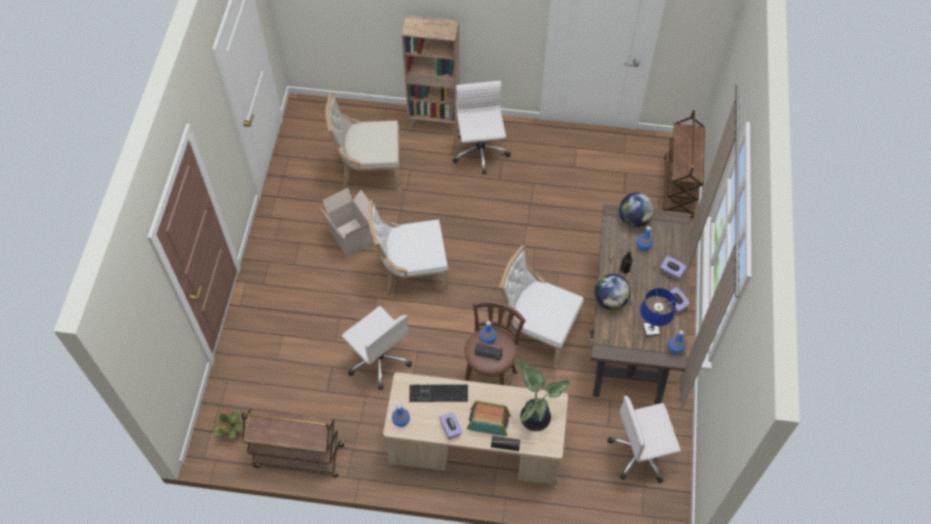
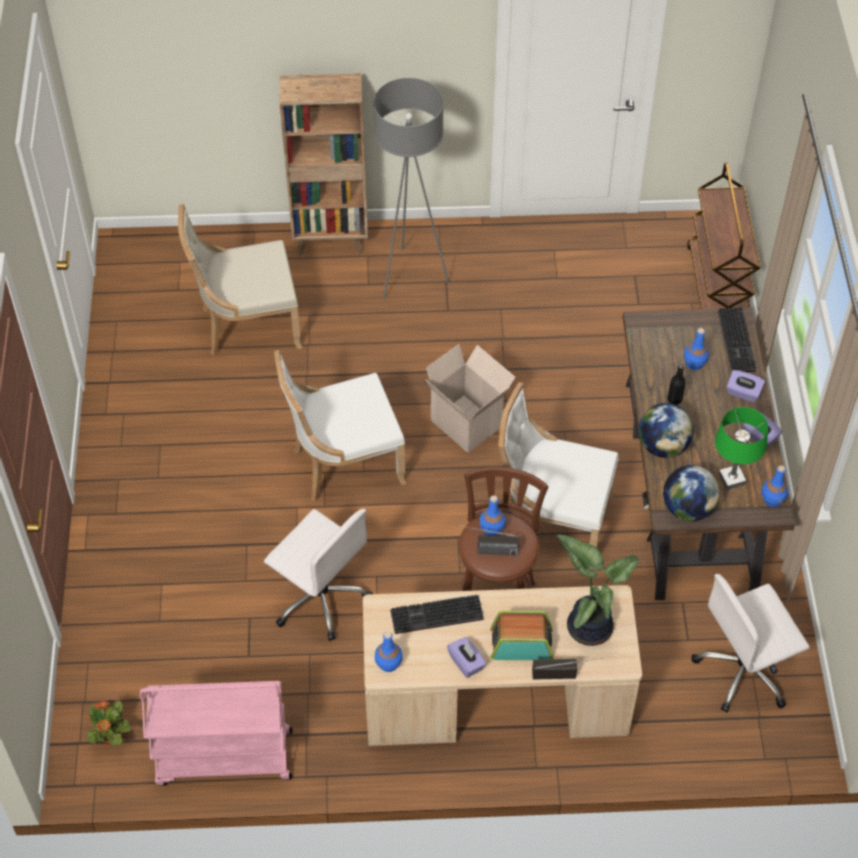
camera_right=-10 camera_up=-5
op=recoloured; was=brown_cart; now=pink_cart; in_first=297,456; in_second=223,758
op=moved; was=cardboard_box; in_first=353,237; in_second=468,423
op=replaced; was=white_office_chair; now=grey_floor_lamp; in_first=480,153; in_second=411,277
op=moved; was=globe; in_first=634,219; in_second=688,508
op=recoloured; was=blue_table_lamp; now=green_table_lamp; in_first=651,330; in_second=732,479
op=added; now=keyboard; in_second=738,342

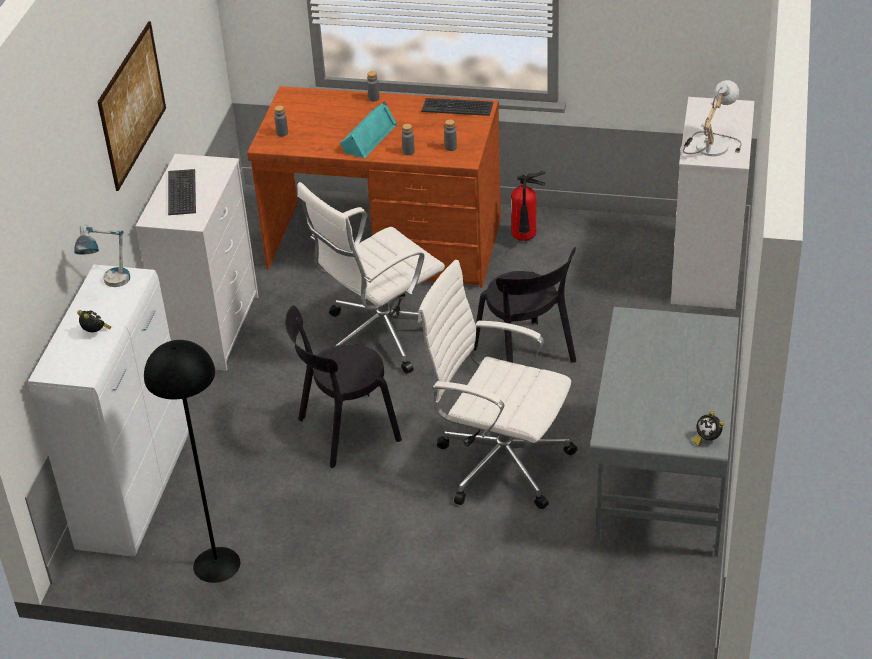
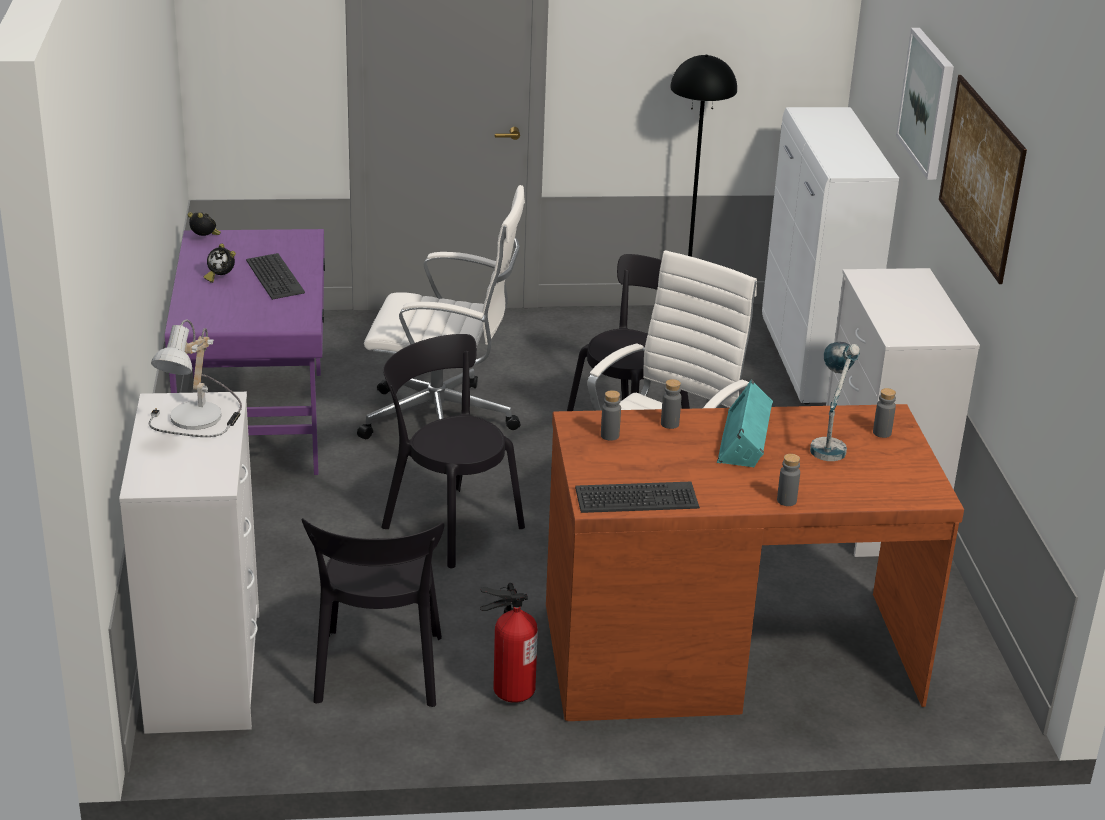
camera_right=160 camera_up=-10
op=moved; was=table_lamp; in_first=110,285; in_second=829,443
op=moved; was=alarm_clock; in_first=95,333; in_second=220,277
op=moved; was=keyboard; in_first=182,192; in_second=274,277
op=recoloured; was=grey_desk; now=purple_desk; in_first=662,484; in_second=255,421
op=added; now=black_chair; in_second=378,673
op=added; now=picture; in_second=927,102

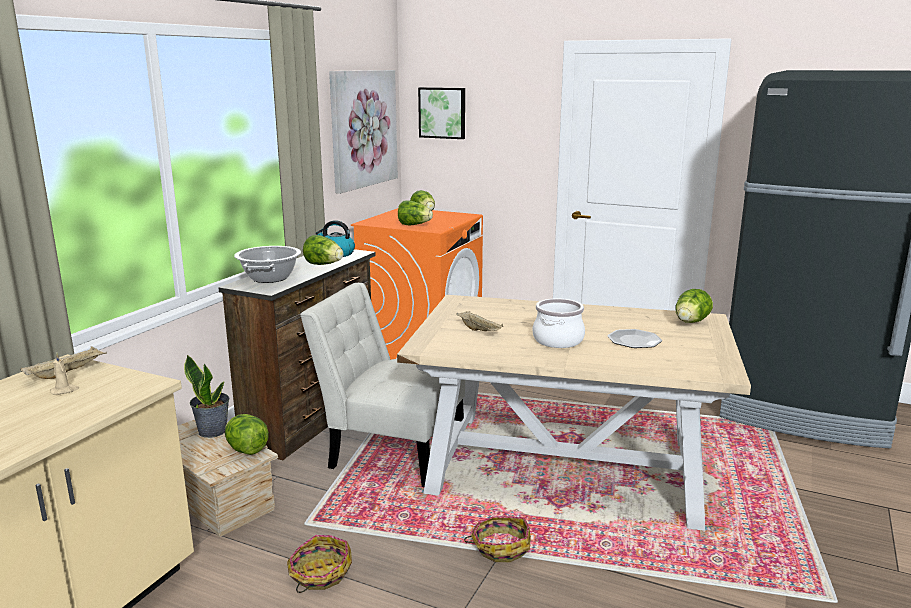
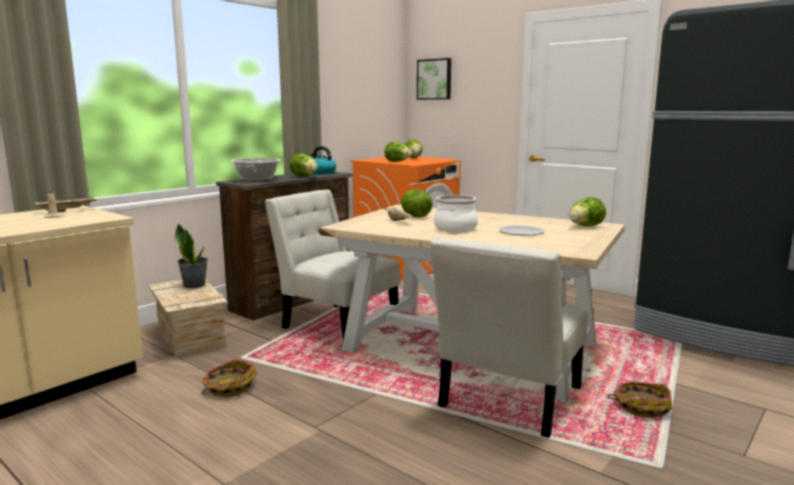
camera_right=15 camera_up=-5
op=moved; was=lettuce; in_first=247,450; in_second=415,216
op=removed; was=picture; in_first=363,129
op=moved; was=basket; in_first=500,547; in_second=641,407
op=added; now=white_chair; in_second=507,401

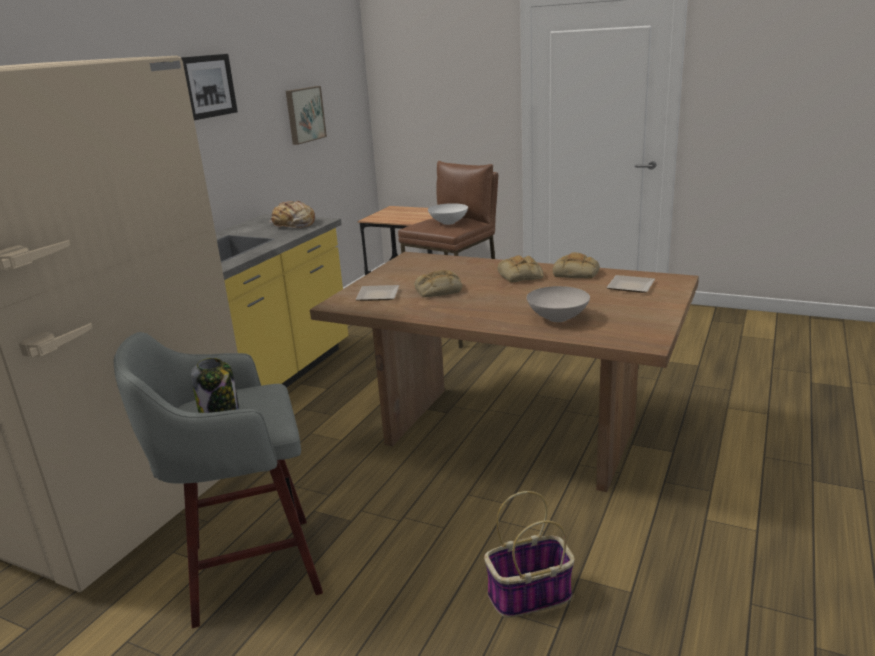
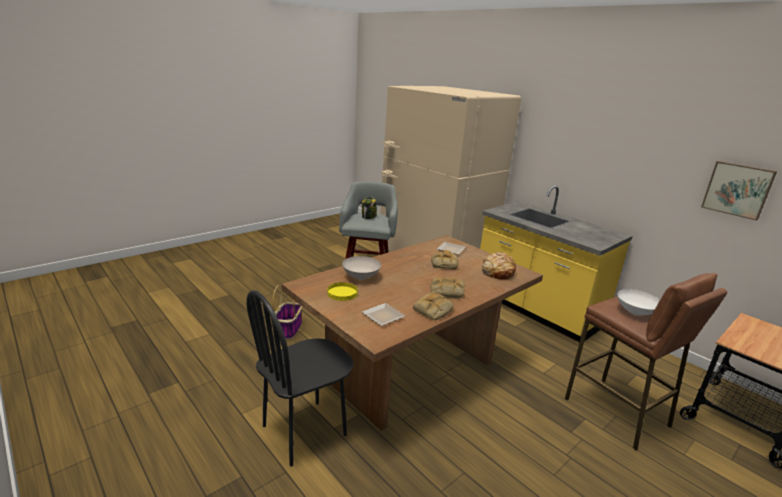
camera_right=110 camera_up=0
op=removed; was=picture; in_first=207,86
op=moved; was=bread; in_first=293,224; in_second=497,272
op=added; now=black_chair; in_second=304,431
op=added; now=yellow_plate; in_second=342,293

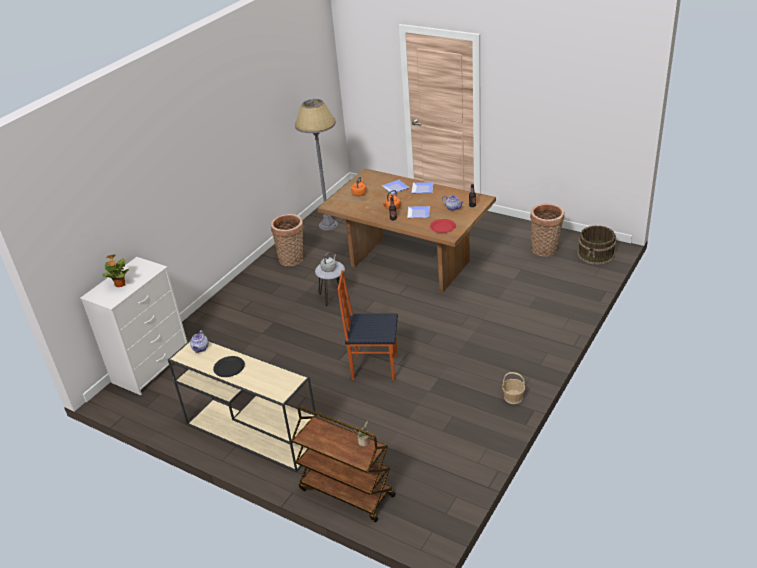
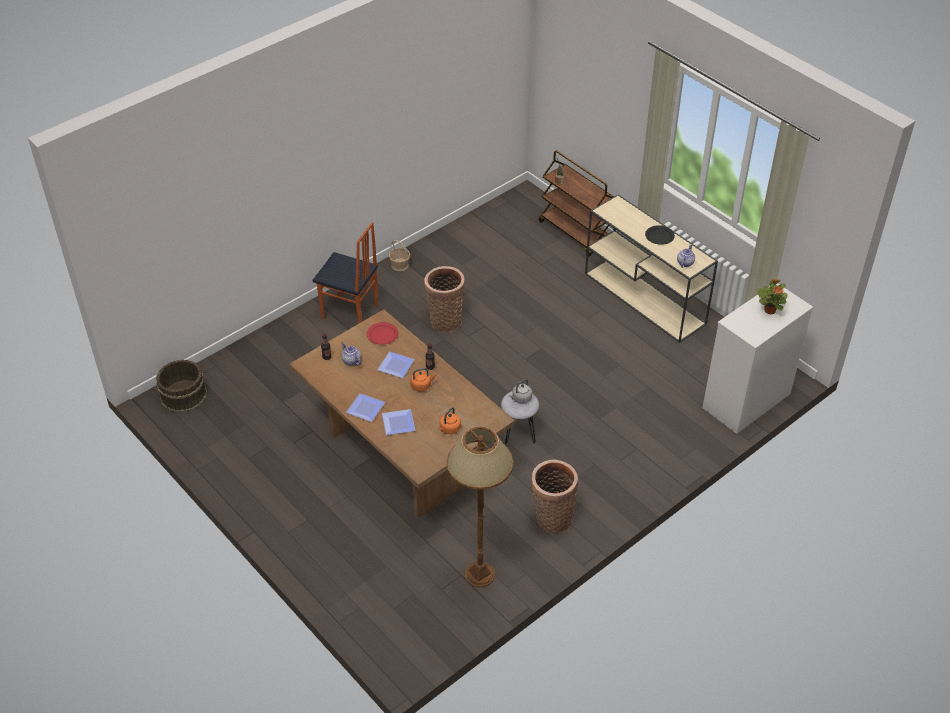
camera_right=-165 camera_up=10
op=recoloured; was=grey_floor_lamp; now=brown_floor_lamp; in_first=328,225; in_second=479,574
op=moved; was=chair; in_first=374,367; in_second=350,313
op=moved; was=basket; in_first=545,250; in_second=445,320

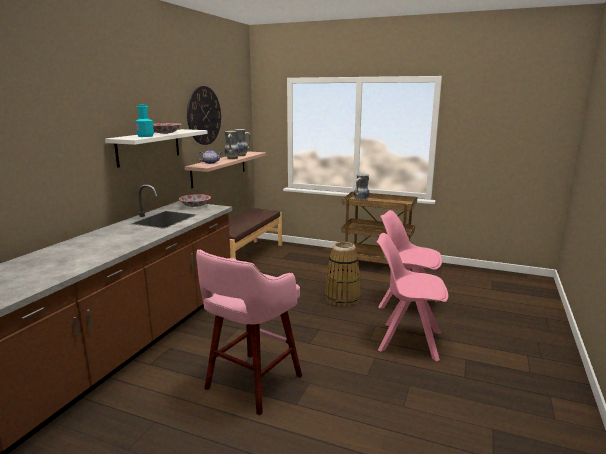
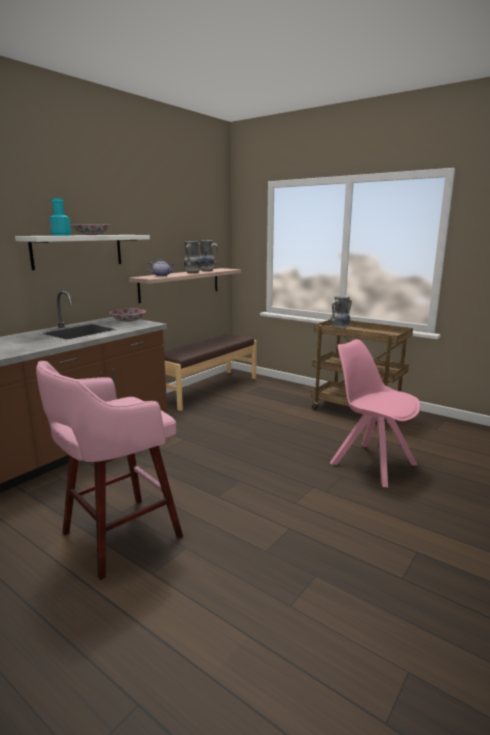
camera_right=15 camera_up=0
op=removed; was=wall_clock; in_first=204,115
op=removed; was=basket; in_first=342,298
op=removed; was=pink_chair; in_first=408,341

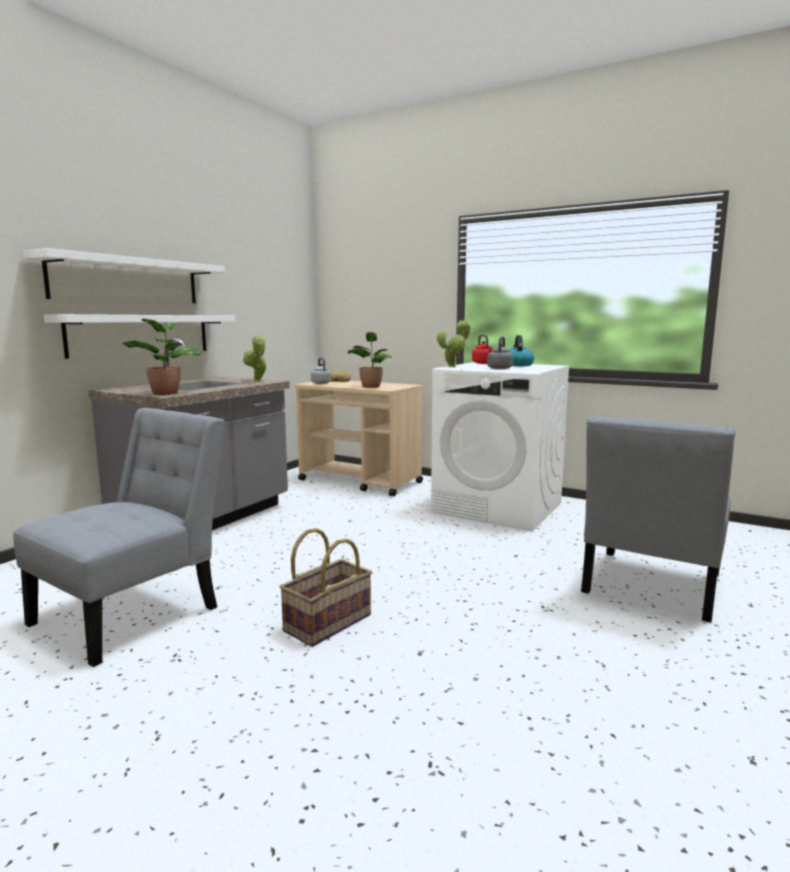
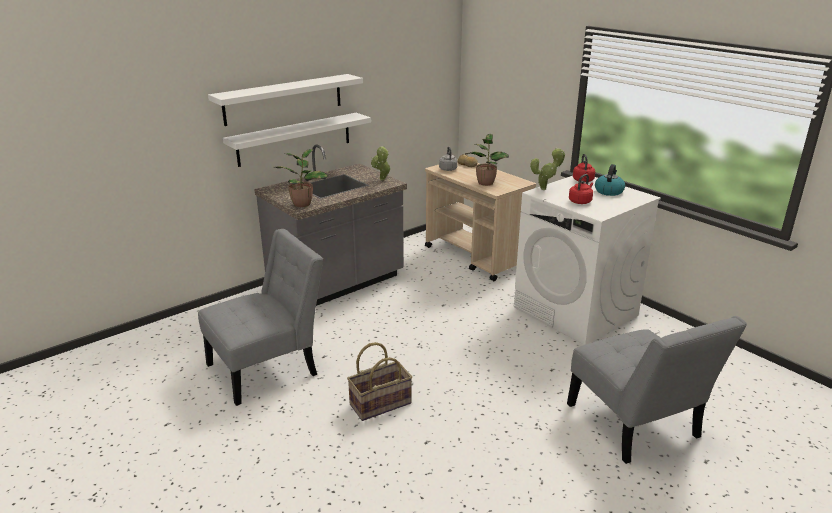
camera_right=20 camera_up=15
op=recoloured; was=grey_kettle; now=red_kettle; in_first=500,368; in_second=580,201
op=turned; was=grey_chair; in_first=649,587; in_second=636,425; clockwise=-75

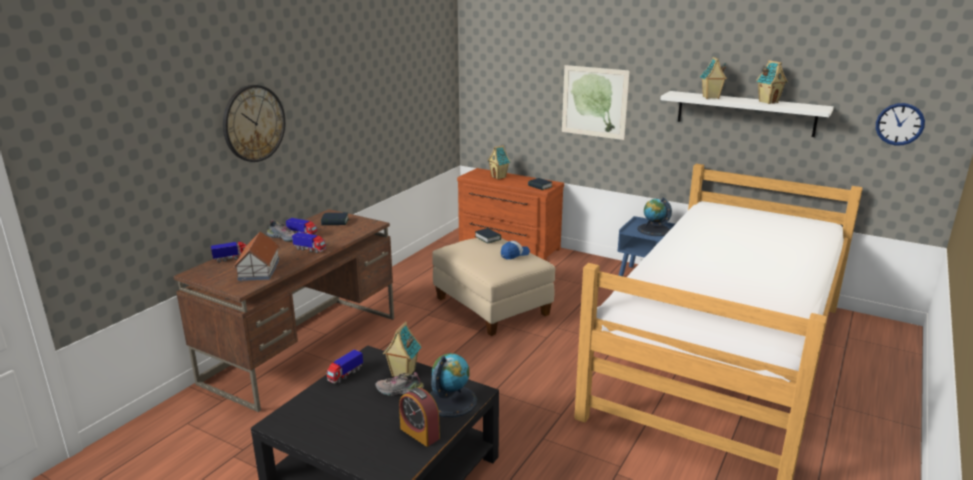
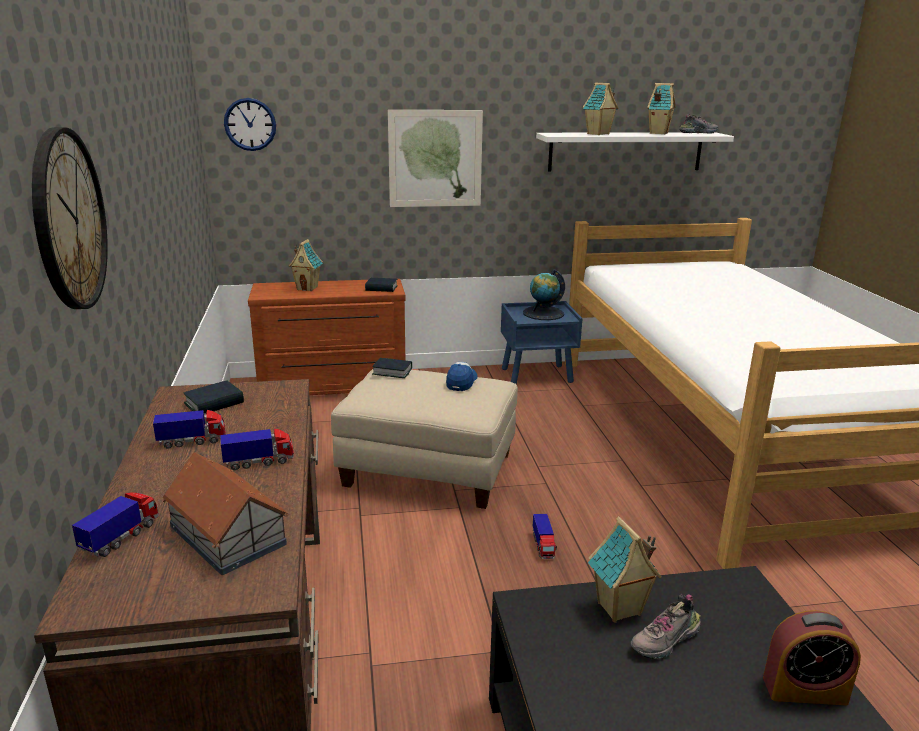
camera_right=-40 camera_up=0
op=moved; was=shoe; in_first=284,238; in_second=698,133
op=moved; was=toy_truck; in_first=345,375; in_second=543,546
op=removed; was=globe; in_first=451,401
op=moved; was=wall_clock; in_first=899,124; in_second=250,124

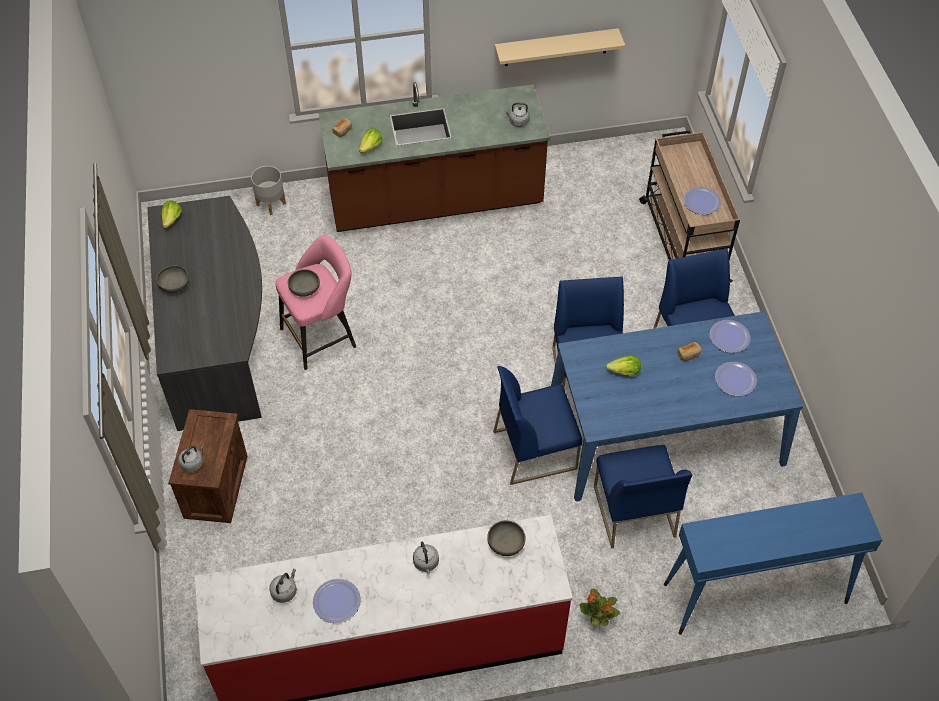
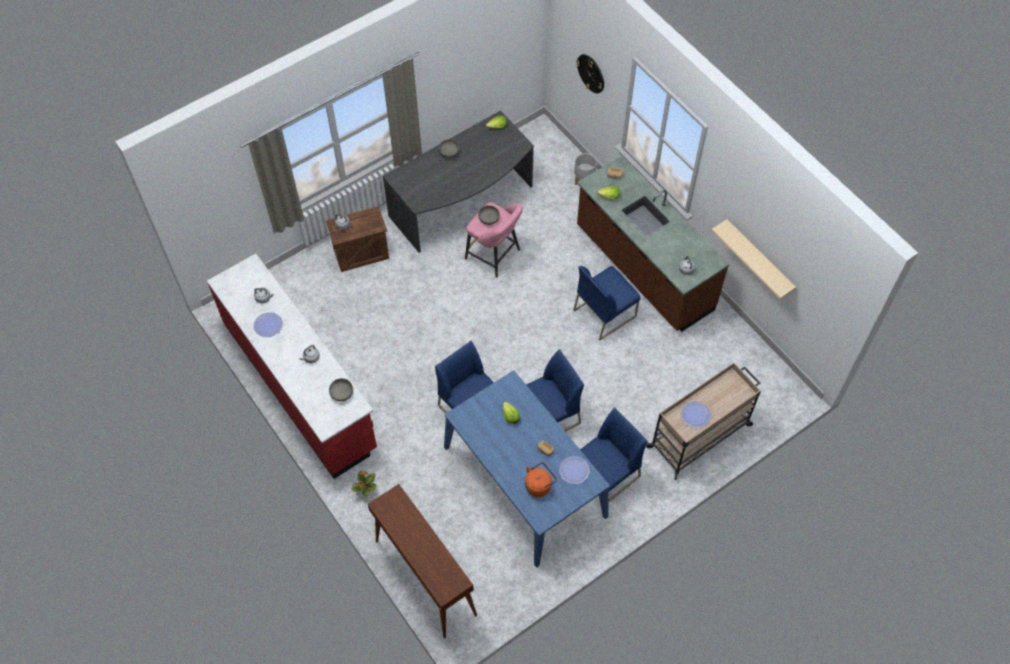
camera_right=65 camera_up=5
op=moved; was=blue_chair; in_first=633,510; in_second=604,313
op=recoloured; was=blue_console_table; now=brown_console_table; in_first=754,593; in_second=425,577
op=replaced; was=plate; now=orange_kettle; in_first=735,379; in_second=539,485
op=added; now=wall_clock; in_second=591,73

